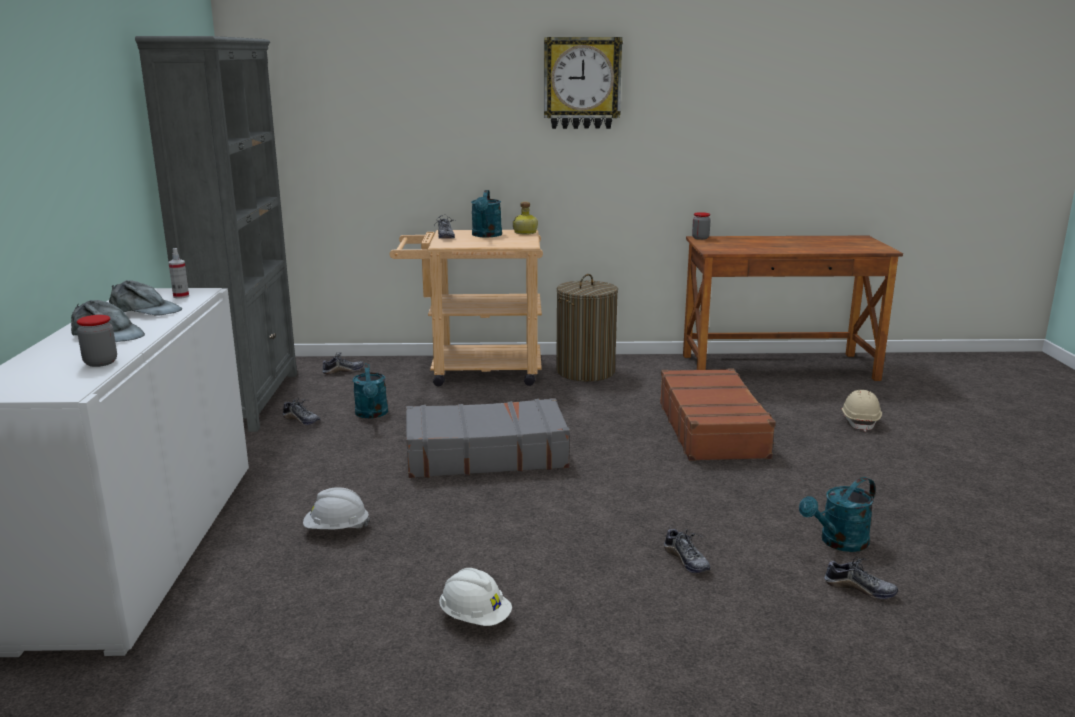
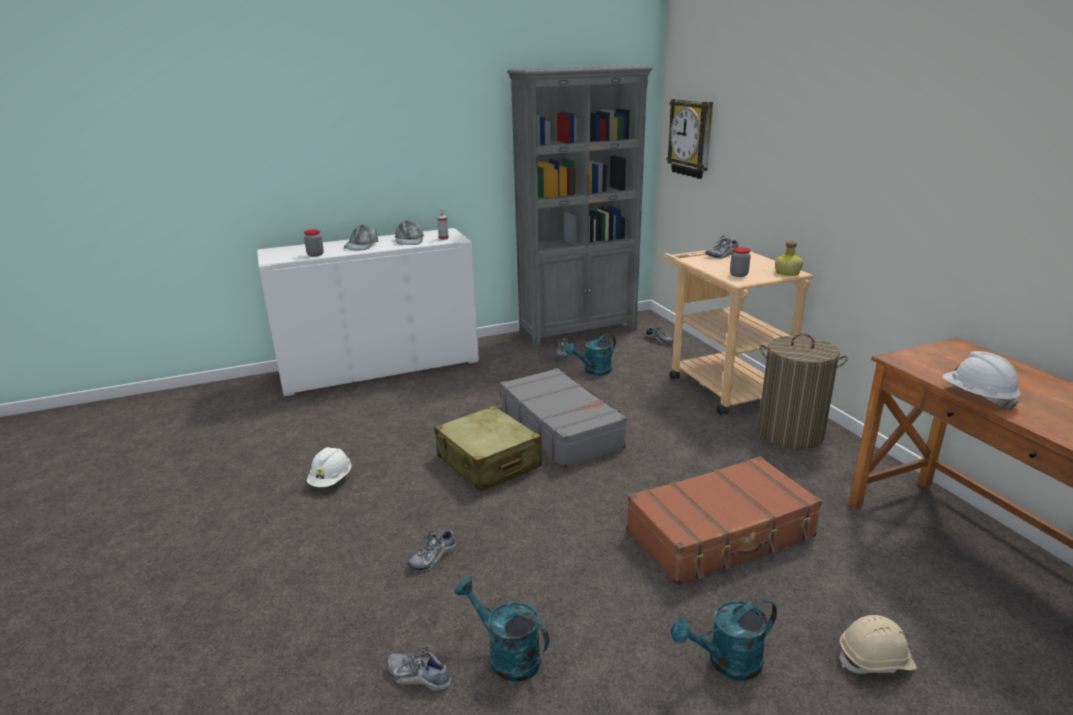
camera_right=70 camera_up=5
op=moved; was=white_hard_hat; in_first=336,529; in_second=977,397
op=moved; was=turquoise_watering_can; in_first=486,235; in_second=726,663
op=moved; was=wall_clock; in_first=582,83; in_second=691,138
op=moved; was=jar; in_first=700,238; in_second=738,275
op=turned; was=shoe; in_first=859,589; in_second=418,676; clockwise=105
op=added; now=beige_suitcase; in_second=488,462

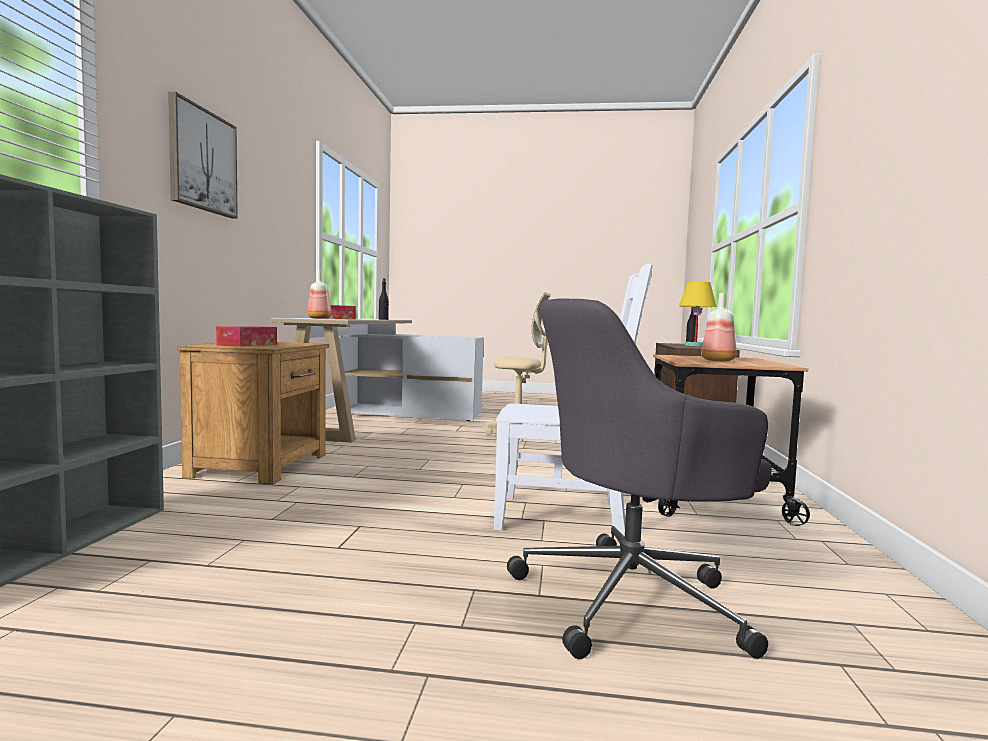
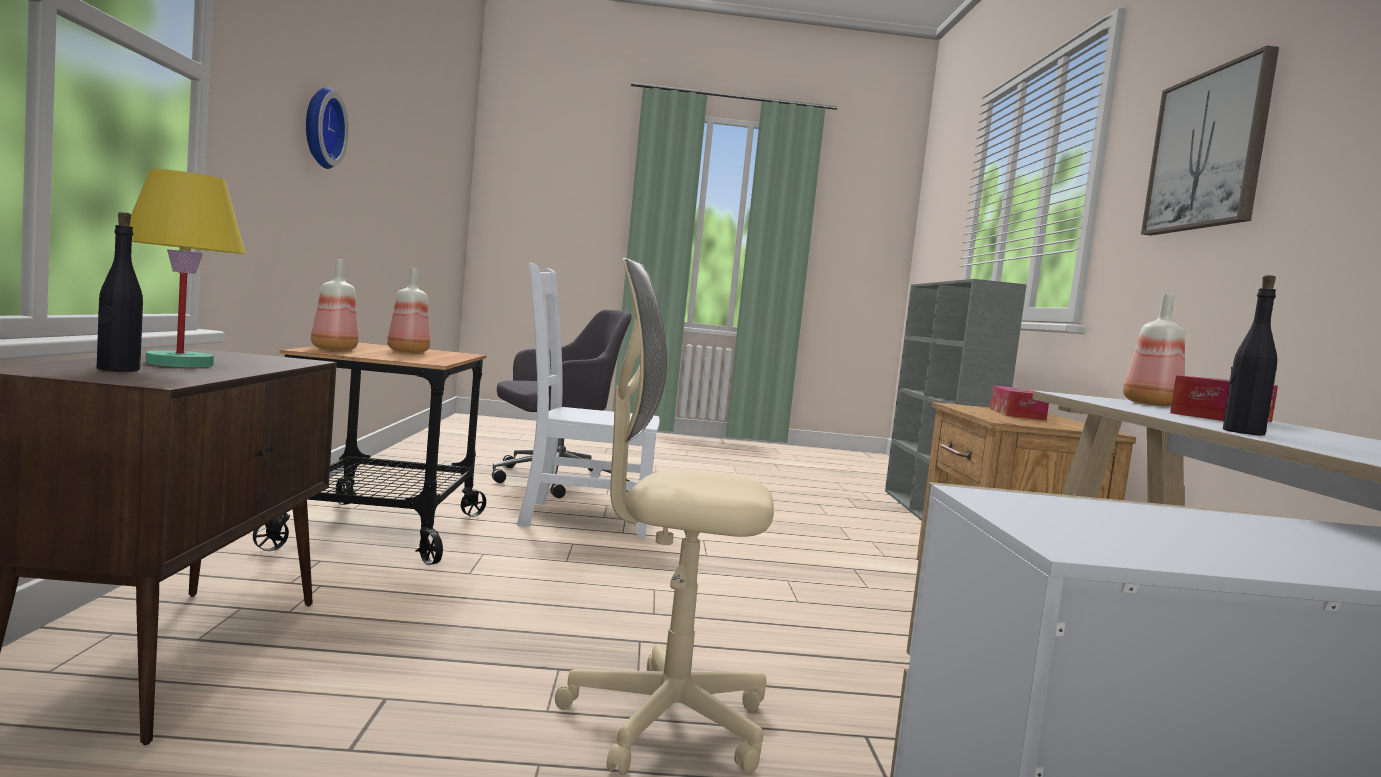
camera_right=170 camera_up=0
op=added; now=wall_clock; in_second=319,127
op=added; now=bottle; in_second=334,349

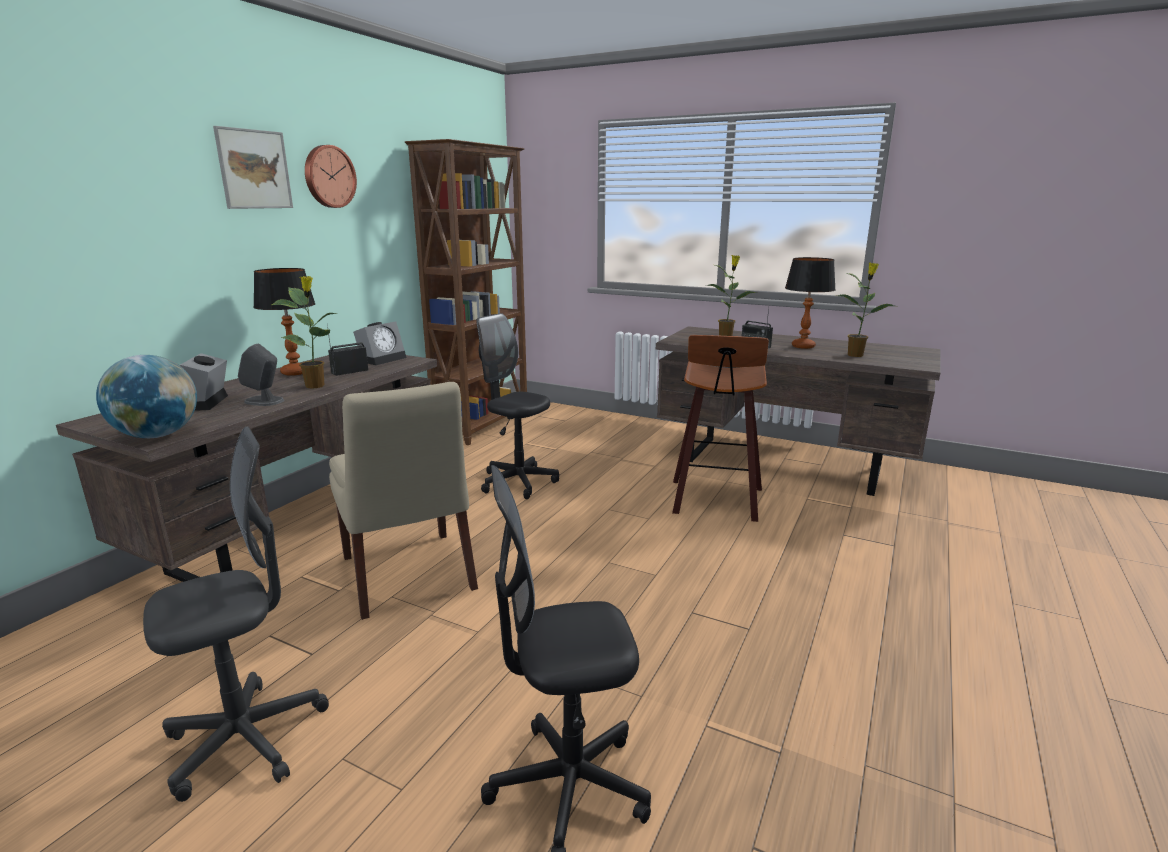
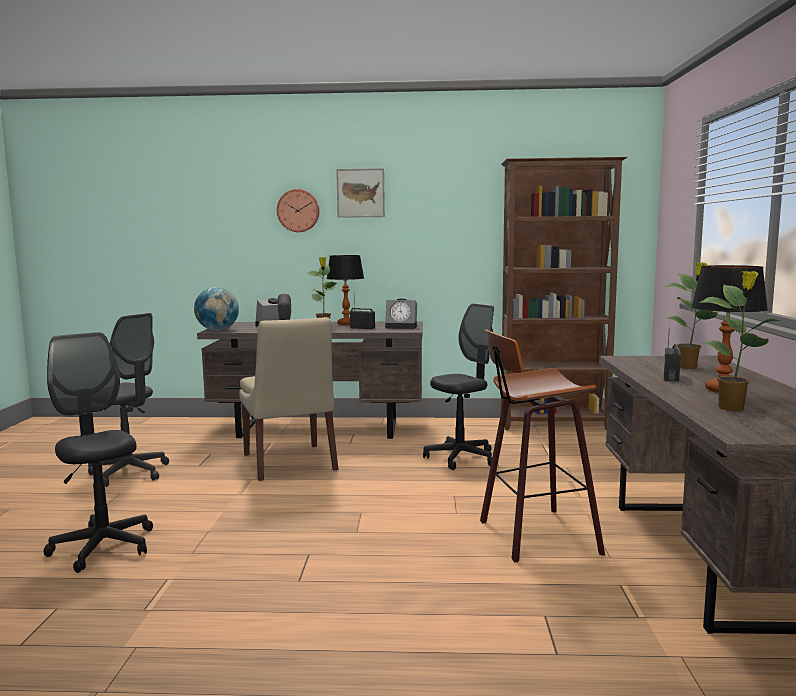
camera_right=65 camera_up=-10
op=moved; was=wall_clock; in_first=328,176; in_second=298,210
op=turned; was=beige_chair; in_first=409,576; in_second=290,463; clockwise=-60
op=turned; was=black_office_chair; in_first=518,482; in_second=461,458; clockwise=45

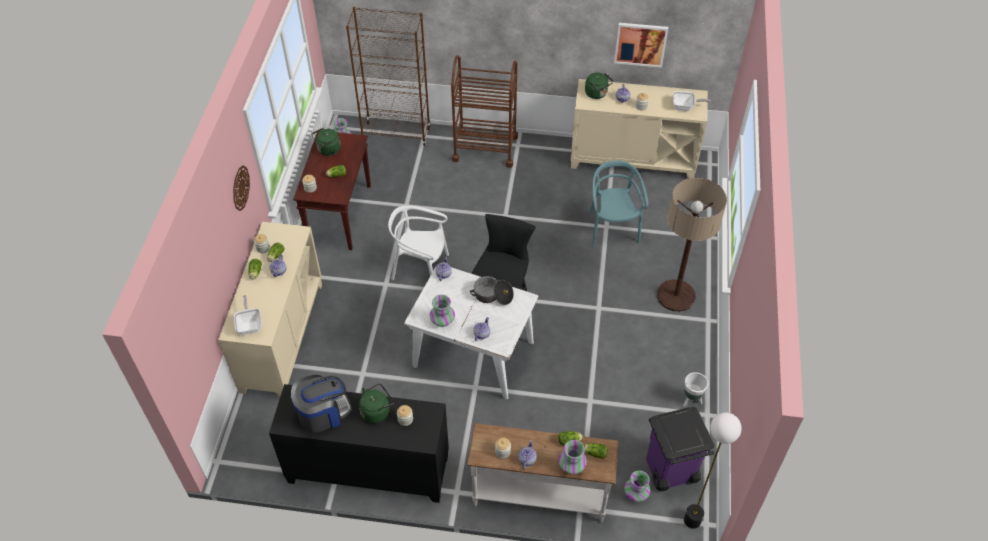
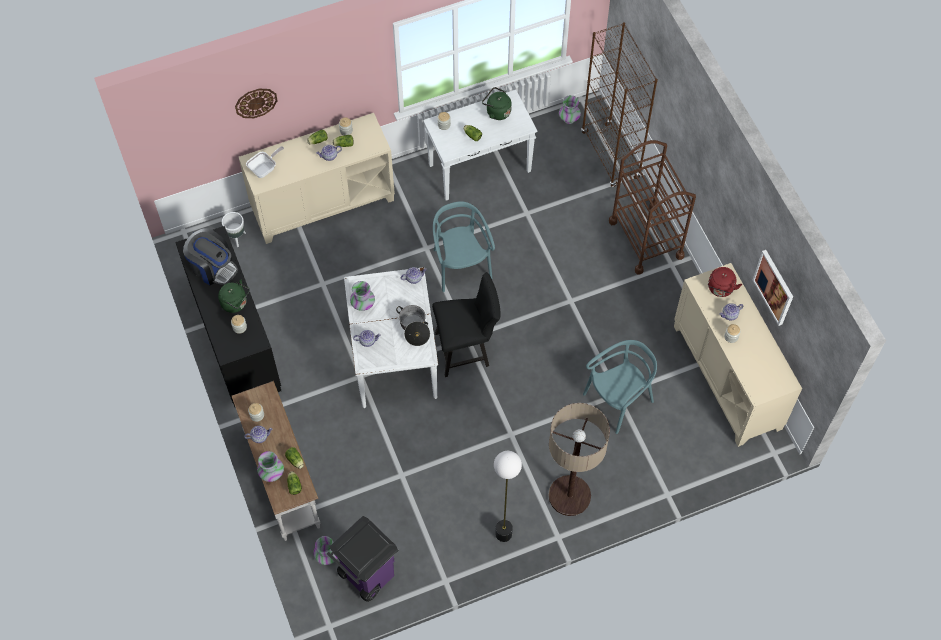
camera_right=60 camera_up=10
op=moved; was=wall_clock; in_first=240,188; in_second=256,102
op=recoloured; was=brown_console_table; now=white_console_table; in_first=340,214; in_second=480,168
op=recoloured; was=white_chair; now=turquoise_chair; in_first=420,269; in_second=460,266
op=recoloured; was=green_kettle; now=red_kettle; in_first=597,94; in_second=720,289
op=removed; was=frying_pan; in_first=685,107
op=moved; was=white_planter; in_first=690,400; in_second=237,238
op=moved; was=floor_lamp; in_first=692,520; in_second=503,534

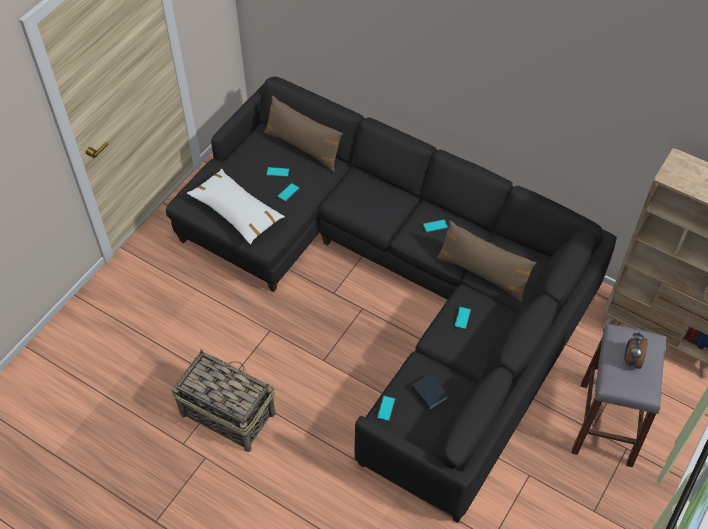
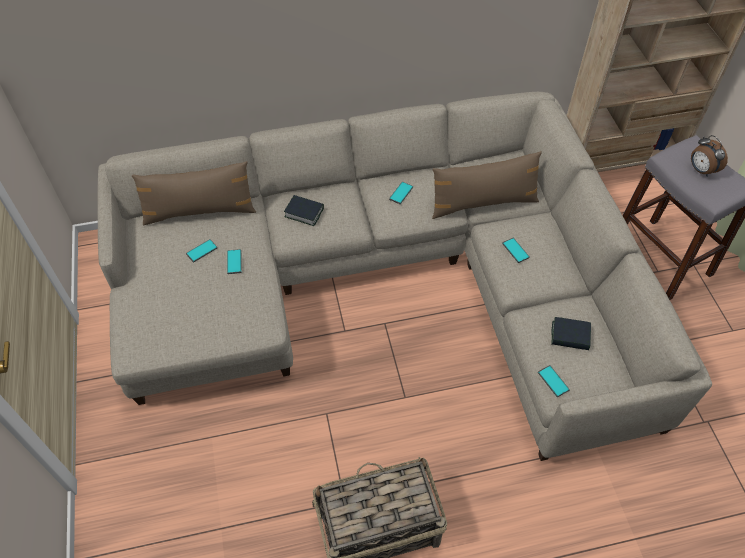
camera_right=-45 camera_up=0
op=recoloured; was=black_sofa; now=beige_sofa; in_first=394,284; in_second=387,282
op=removed; was=white_pillow; in_first=236,211
op=added; now=book; in_second=304,212

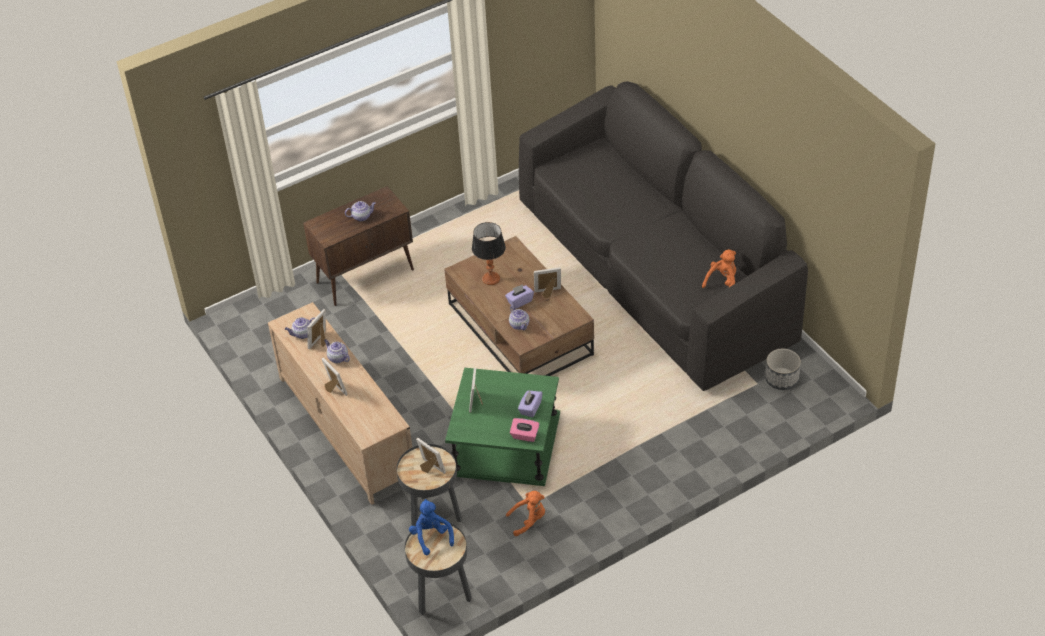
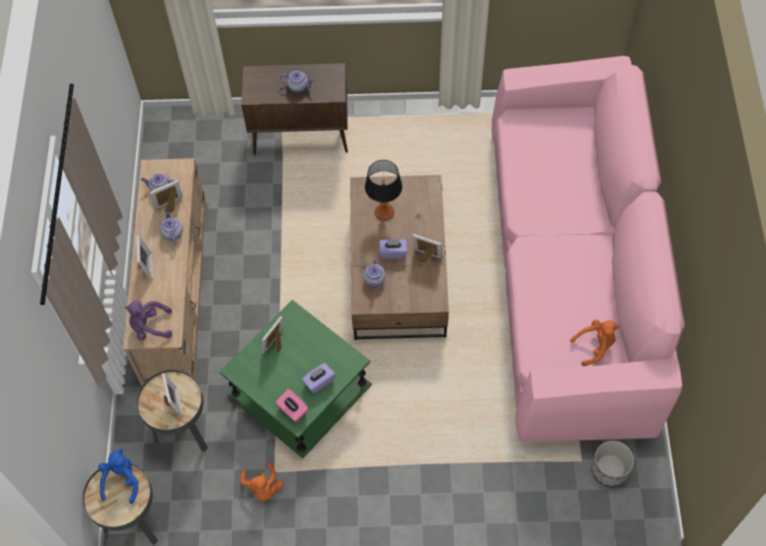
camera_right=30 camera_up=15
op=turned; was=orange_plush_toy; in_first=529,520; in_second=263,487; clockwise=60
op=recoloured; was=black_sofa; now=pink_sofa; in_first=655,271; in_second=568,274
op=added; now=purple_plush_toy; in_second=150,327

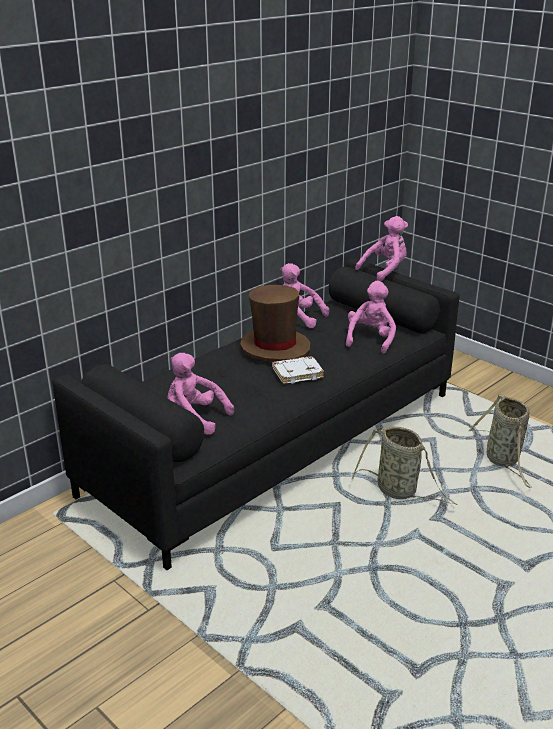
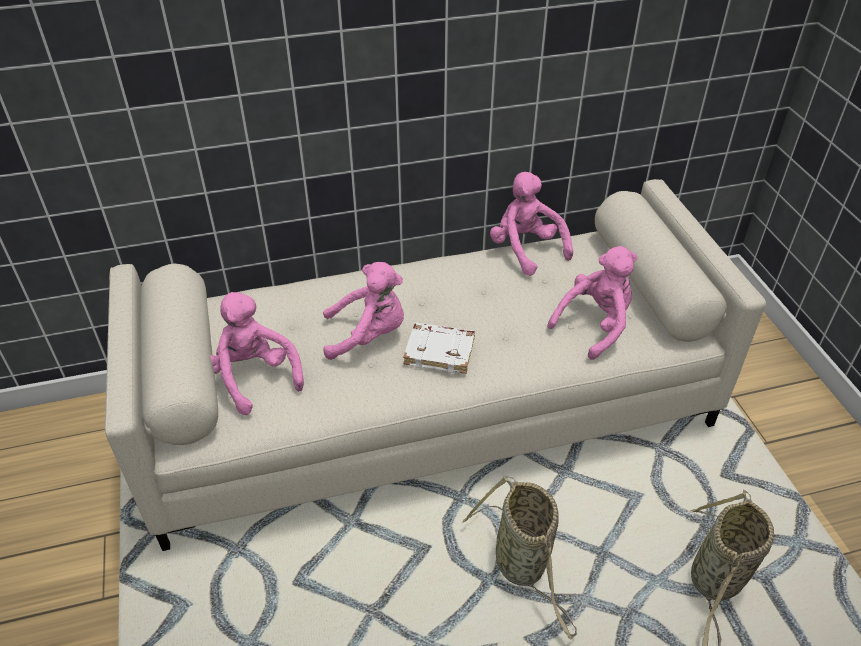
camera_right=30 camera_up=15
op=recoloured; was=black_sofa; now=beige_sofa; in_first=276,441; in_second=431,409
op=removed; was=brown_hat; in_first=275,347
op=moved; was=pink_plush_toy; in_first=385,271; in_second=368,335

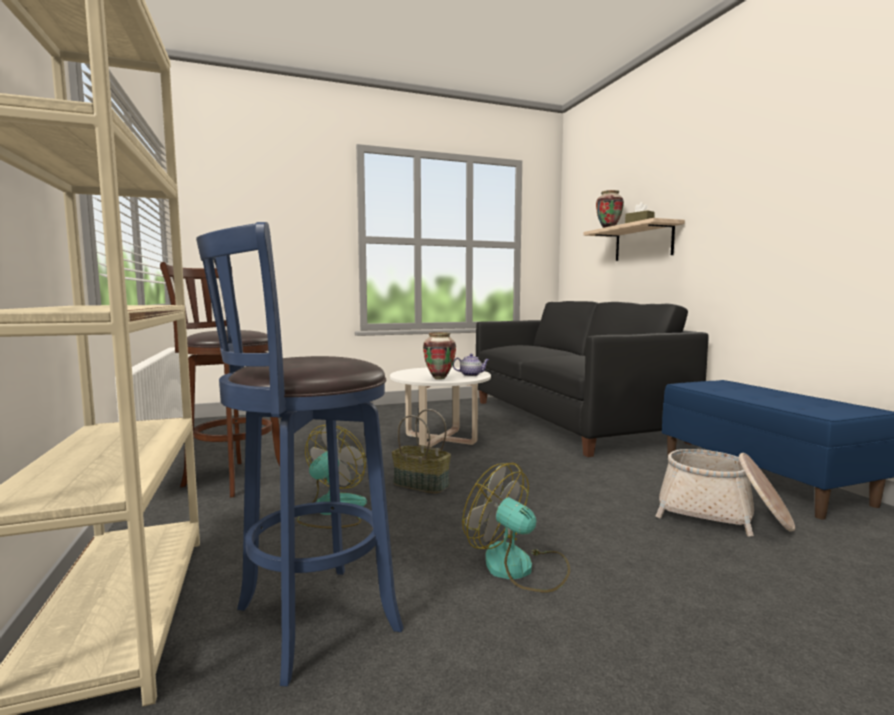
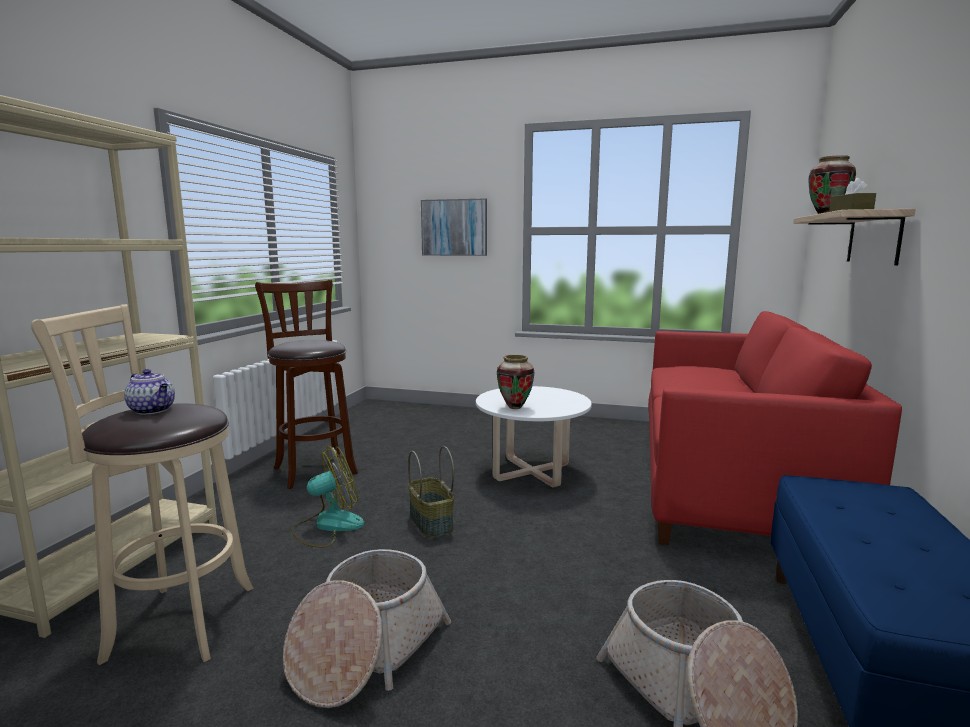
camera_right=35 camera_up=5
op=recoloured; was=blue_stool; now=beige_stool; in_first=308,622; in_second=174,622
op=moved; was=teapot; in_first=471,375; in_second=153,410
op=replaced; was=fan; now=basket; in_first=519,568; in_second=366,649
op=recoloured; was=black_sofa; now=red_sofa; in_first=569,419; in_second=729,481
op=added; now=picture; in_second=454,227

